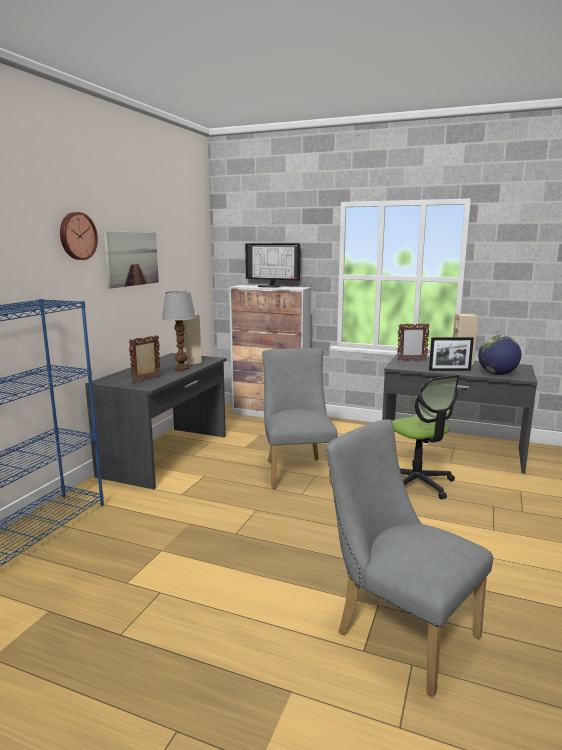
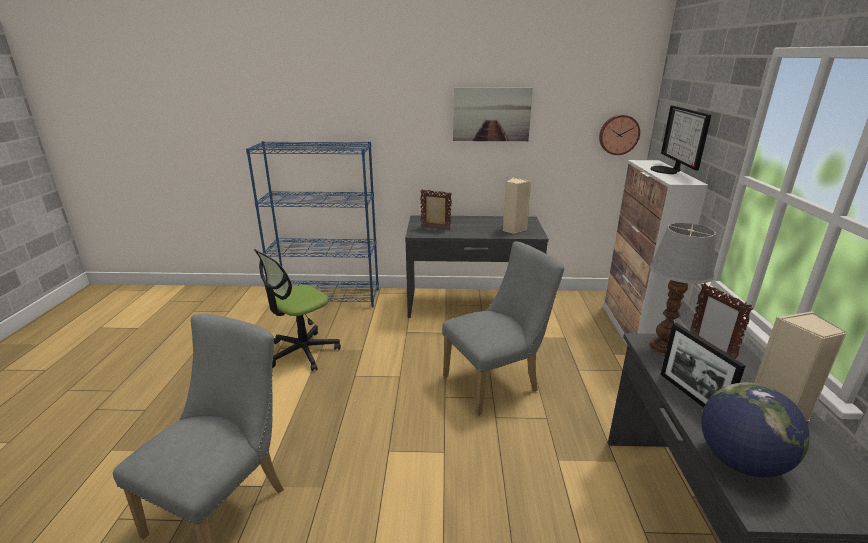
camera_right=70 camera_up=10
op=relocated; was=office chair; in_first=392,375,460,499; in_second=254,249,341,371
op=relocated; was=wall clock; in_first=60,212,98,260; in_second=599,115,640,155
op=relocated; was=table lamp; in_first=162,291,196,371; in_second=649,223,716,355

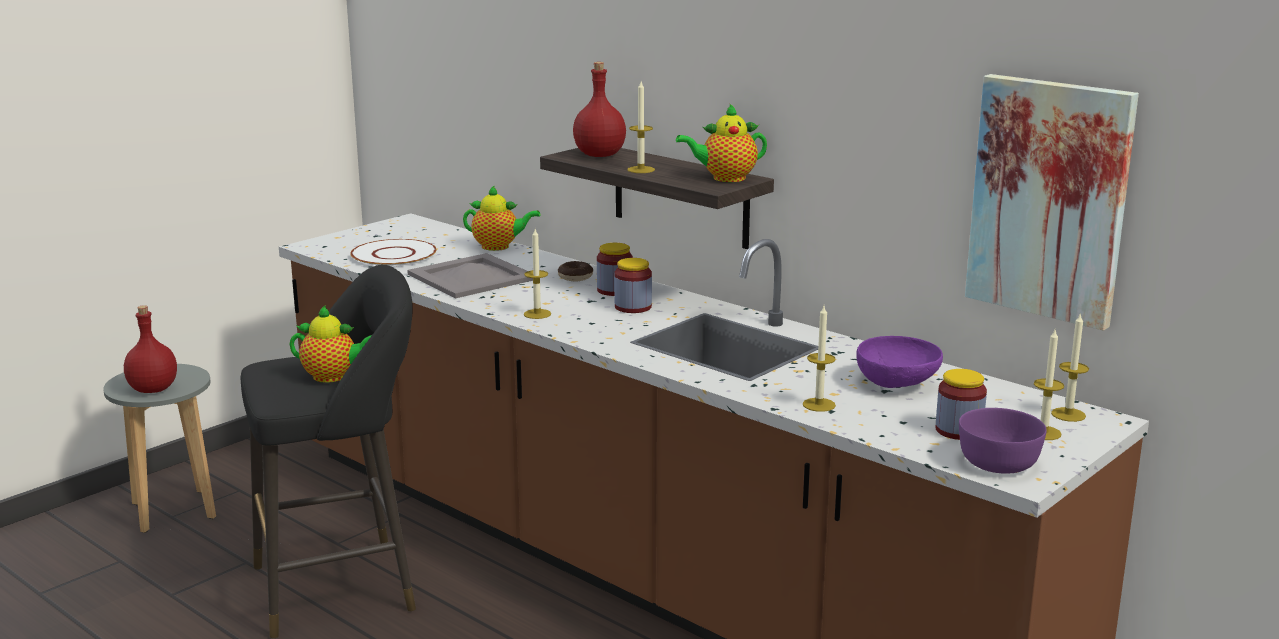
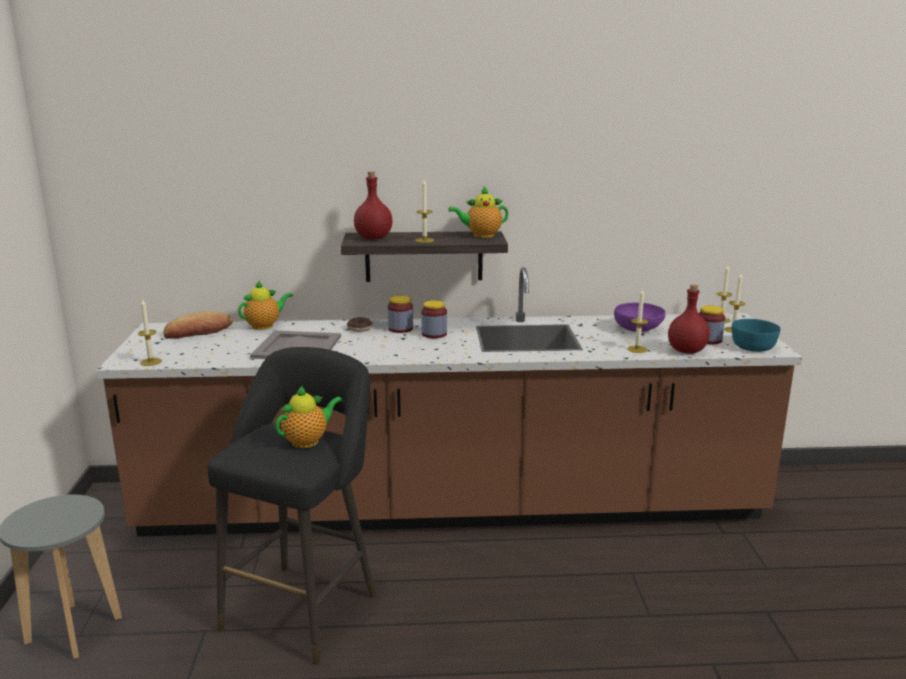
camera_right=-45 camera_up=0
op=relocated; was=candle; in_first=524,229,551,319; in_second=138,298,162,366
op=appeared; now=bread; in_second=163,311,233,339
op=spun; was=teapot; in_first=676,103,767,182; in_second=448,186,508,238; clockwise=45
op=relocated; was=bottle in red; in_first=124,305,177,393; in_second=668,284,710,354
op=colour; was=bowl in purple; now=bowl in turquoise; in_first=959,408,1047,474; in_second=732,319,781,352
op=missing; was=plate in white; in_first=350,239,437,267
op=missing; was=picture; in_first=965,74,1139,331

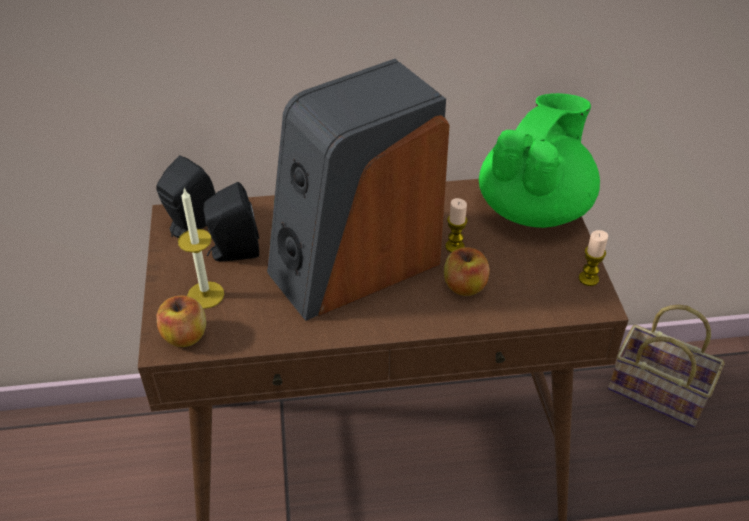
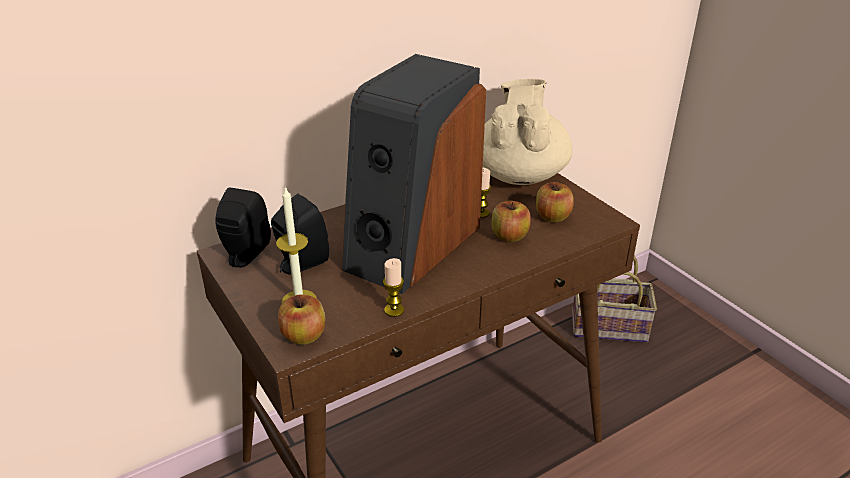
camera_right=-25 camera_up=-10
op=relocated; was=candle; in_first=579,230,608,286; in_second=383,258,404,317
op=colour; was=teapot in green; now=teapot in beige; in_first=479,93,600,228; in_second=483,79,572,185
op=appeared; now=apple; in_second=536,182,574,222

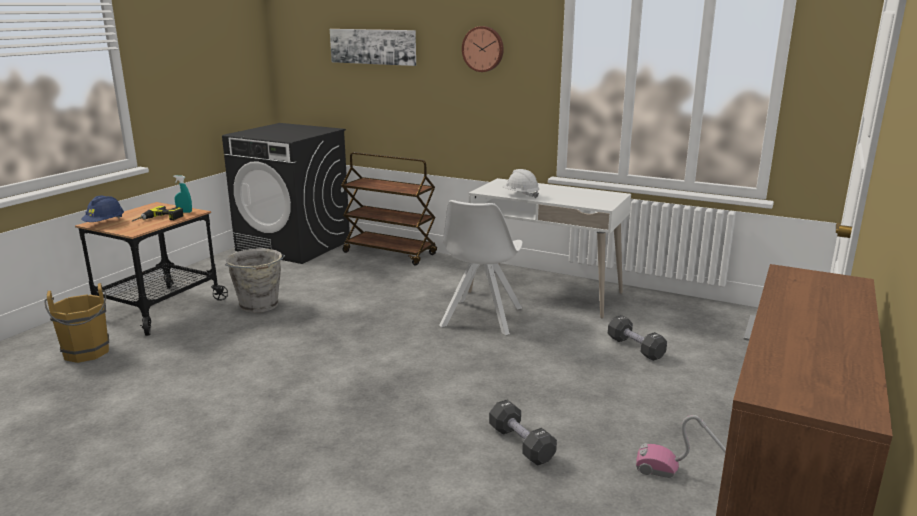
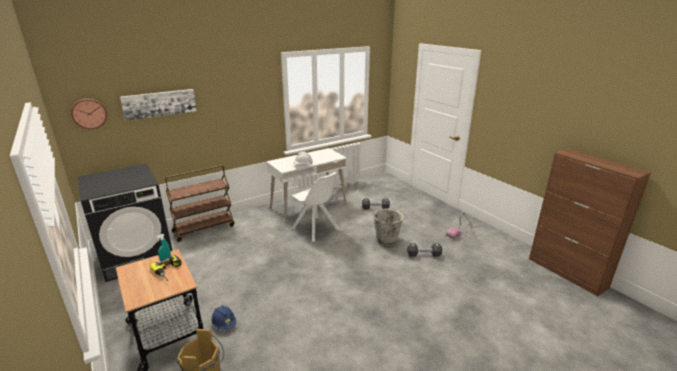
camera_right=-60 camera_up=5
op=relocated; was=wall clock; in_first=462,26,504,72; in_second=71,99,107,129
op=relocated; was=hard hat in blue; in_first=81,196,124,222; in_second=212,306,236,330
op=relocated; was=bucket in grey; in_first=225,249,285,313; in_second=373,208,407,246

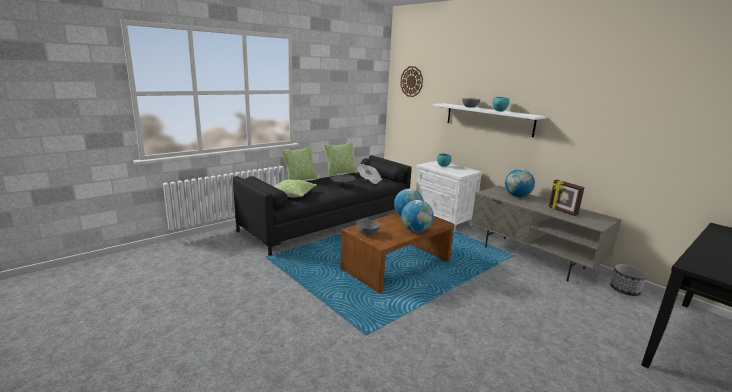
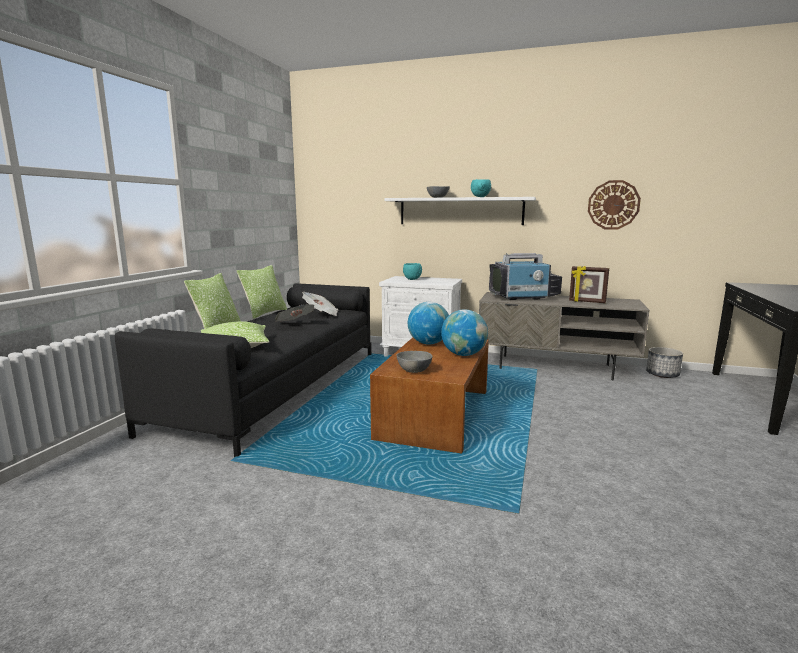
camera_right=-30 camera_up=-5
op=exchanged; was=globe; now=television; in_first=505,169,535,197; in_second=489,253,562,300
op=relocated; was=wall clock; in_first=400,66,423,97; in_second=588,180,641,230

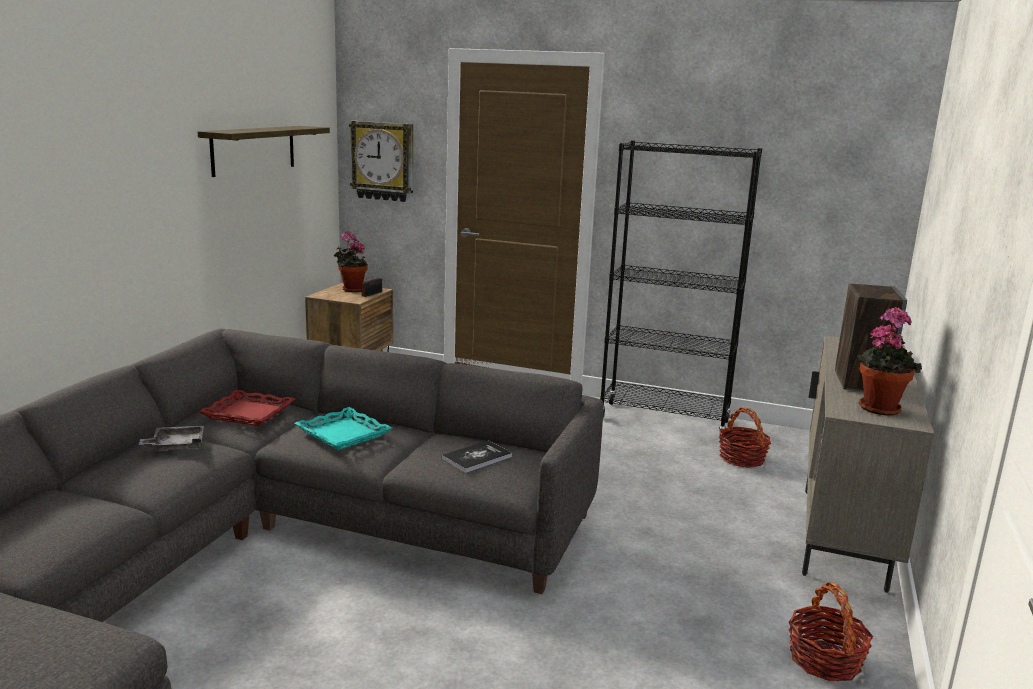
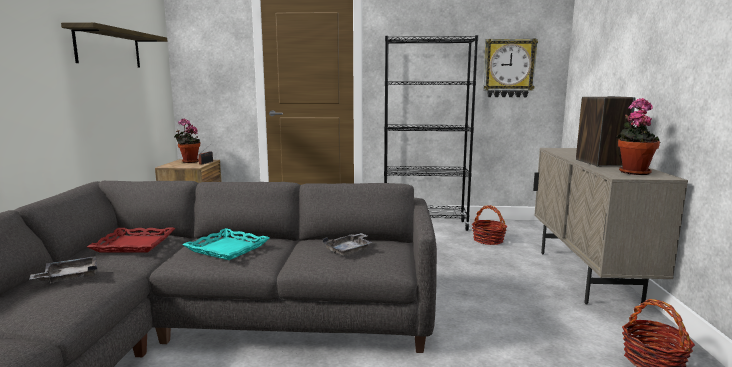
camera_right=-15 camera_up=-5
op=exchanged; was=book; now=tray in grey; in_first=442,441,512,473; in_second=323,233,373,255
op=relocated; was=wall clock; in_first=349,121,413,202; in_second=483,38,538,97

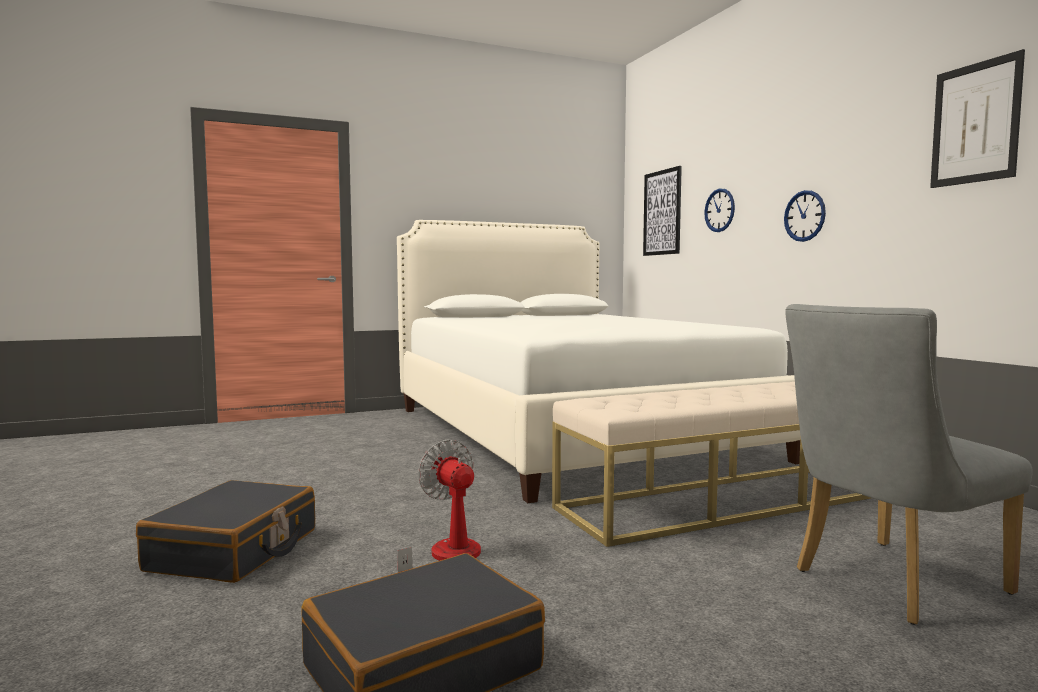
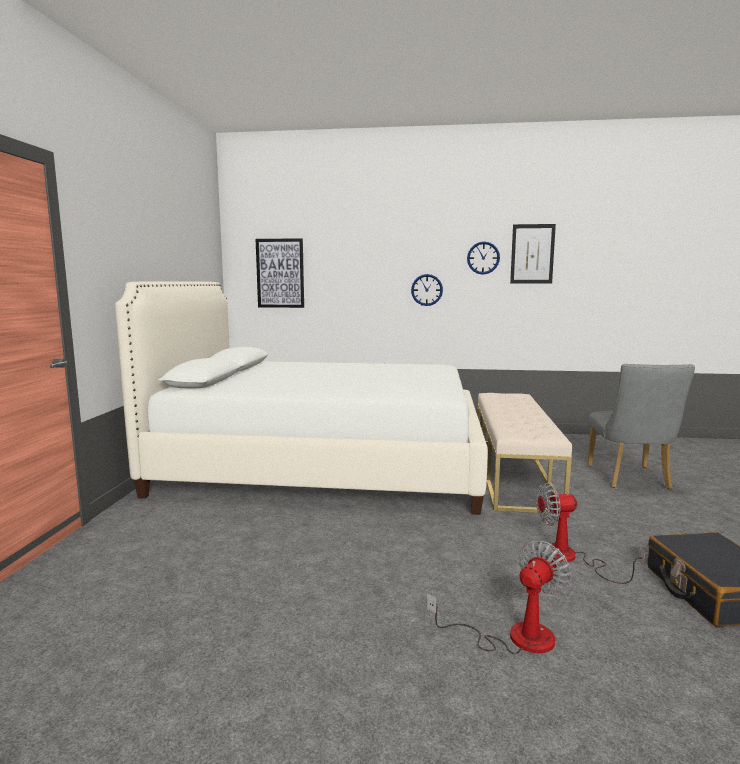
camera_right=-60 camera_up=5
op=exchanged; was=suitcase in black; now=fan; in_first=136,480,315,583; in_second=427,541,572,654
op=relocated; was=wall clock; in_first=704,189,735,232; in_second=467,241,500,275

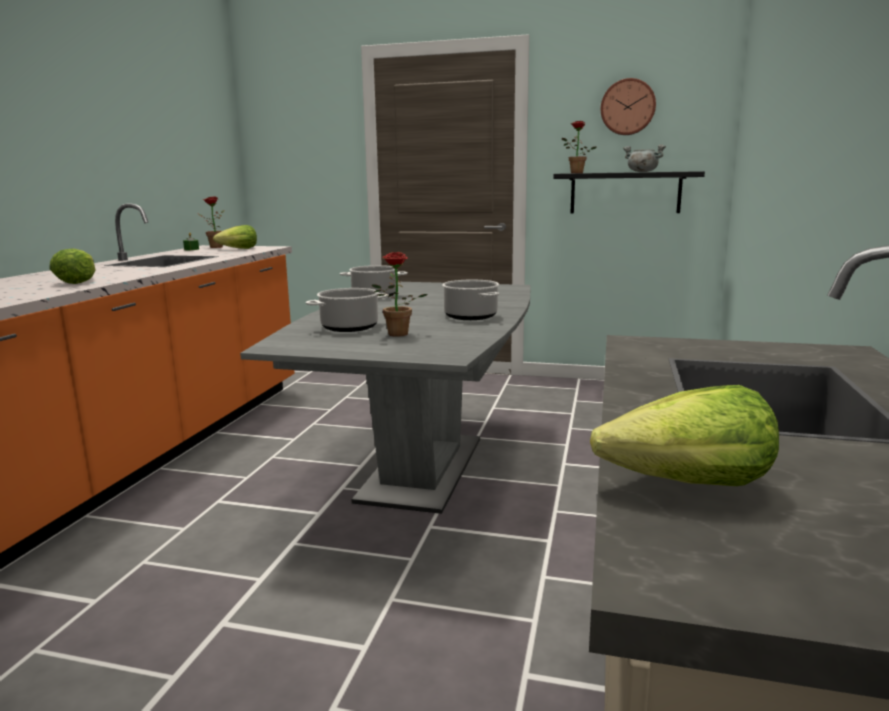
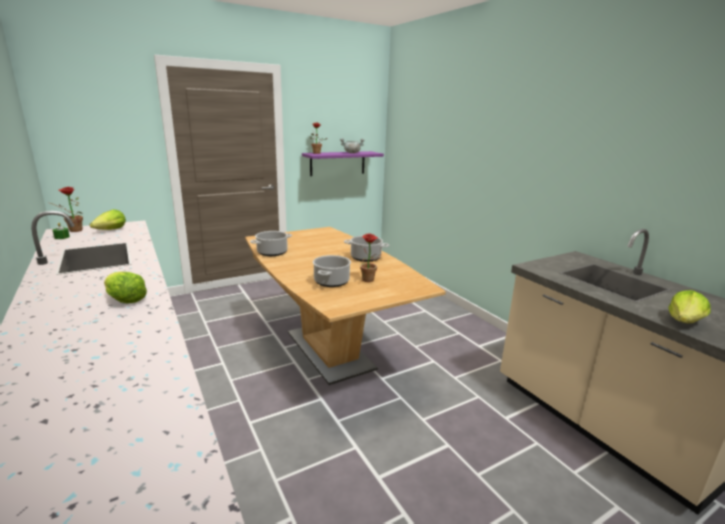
camera_right=-45 camera_up=5
op=colour; was=dining table in grey; now=dining table in brown; in_first=240,282,531,514; in_second=245,227,446,385
op=colour; was=shelf in black; now=shelf in purple; in_first=553,171,705,213; in_second=302,151,384,176
op=missing; was=wall clock; in_first=601,78,656,135

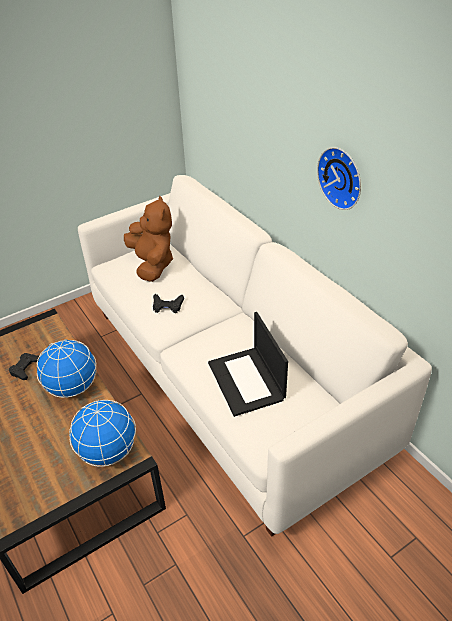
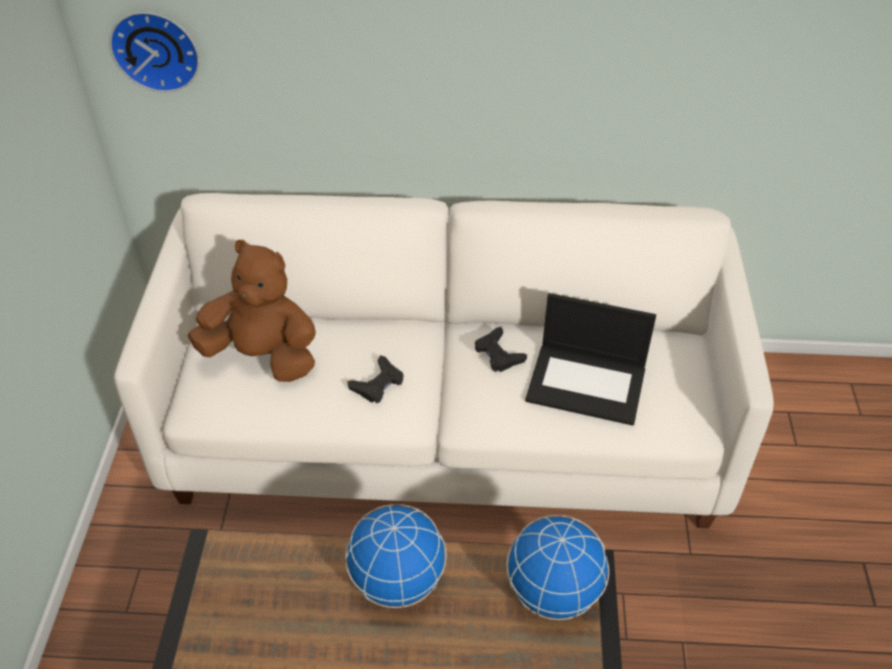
camera_right=-55 camera_up=5
op=relocated; was=wall clock; in_first=317,147,361,210; in_second=109,12,199,92
op=relocated; was=game controller in black; in_first=9,353,39,380; in_second=475,327,527,372

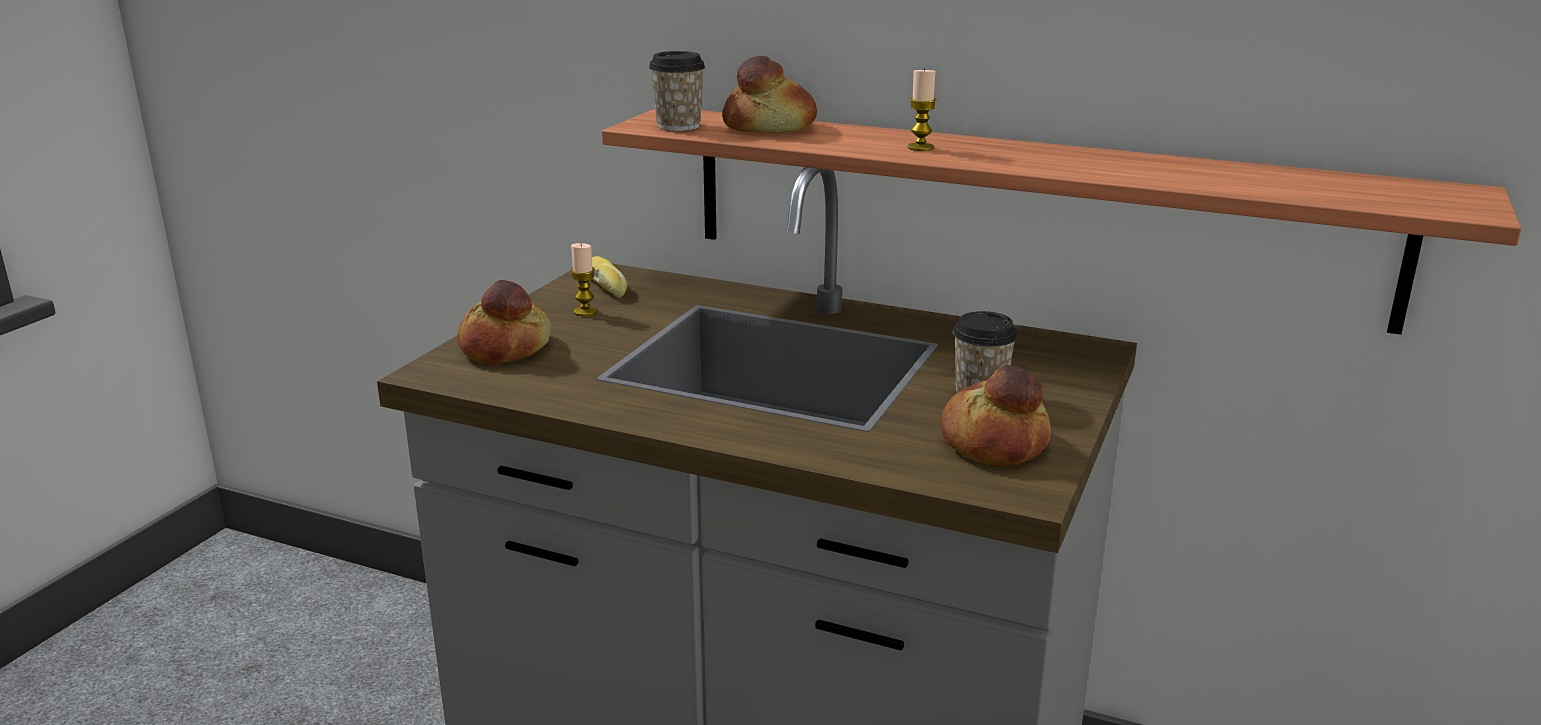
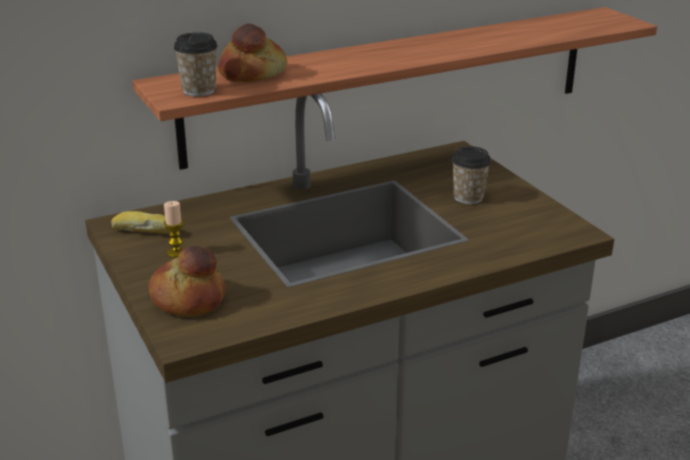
camera_right=-50 camera_up=5
op=missing; was=candle; in_first=908,68,937,151
op=missing; was=bread; in_first=940,365,1051,466

